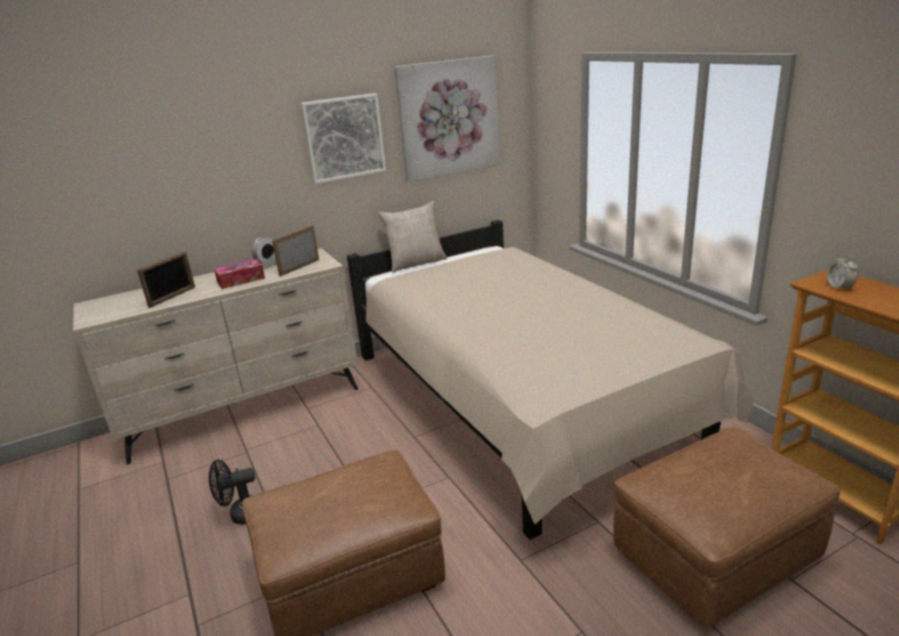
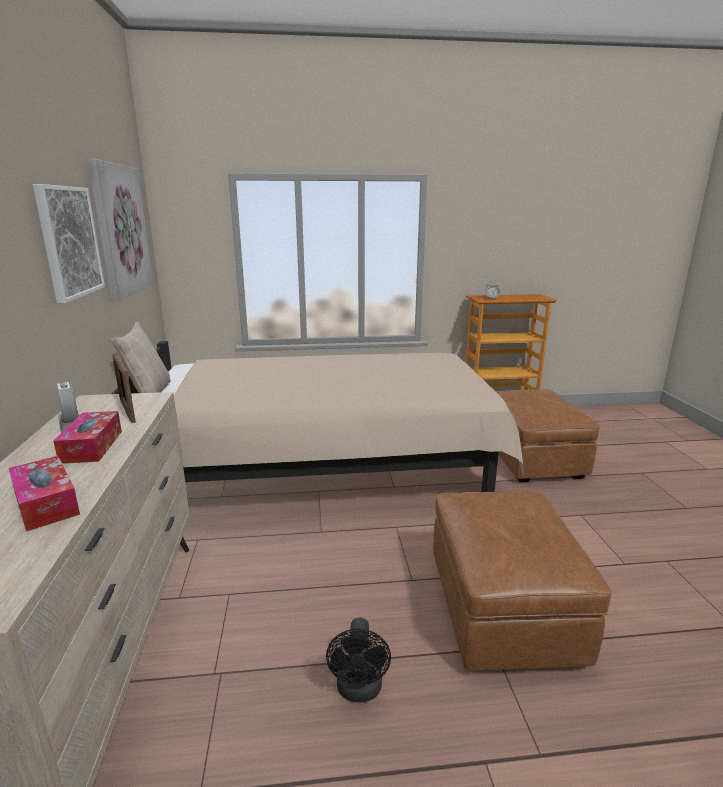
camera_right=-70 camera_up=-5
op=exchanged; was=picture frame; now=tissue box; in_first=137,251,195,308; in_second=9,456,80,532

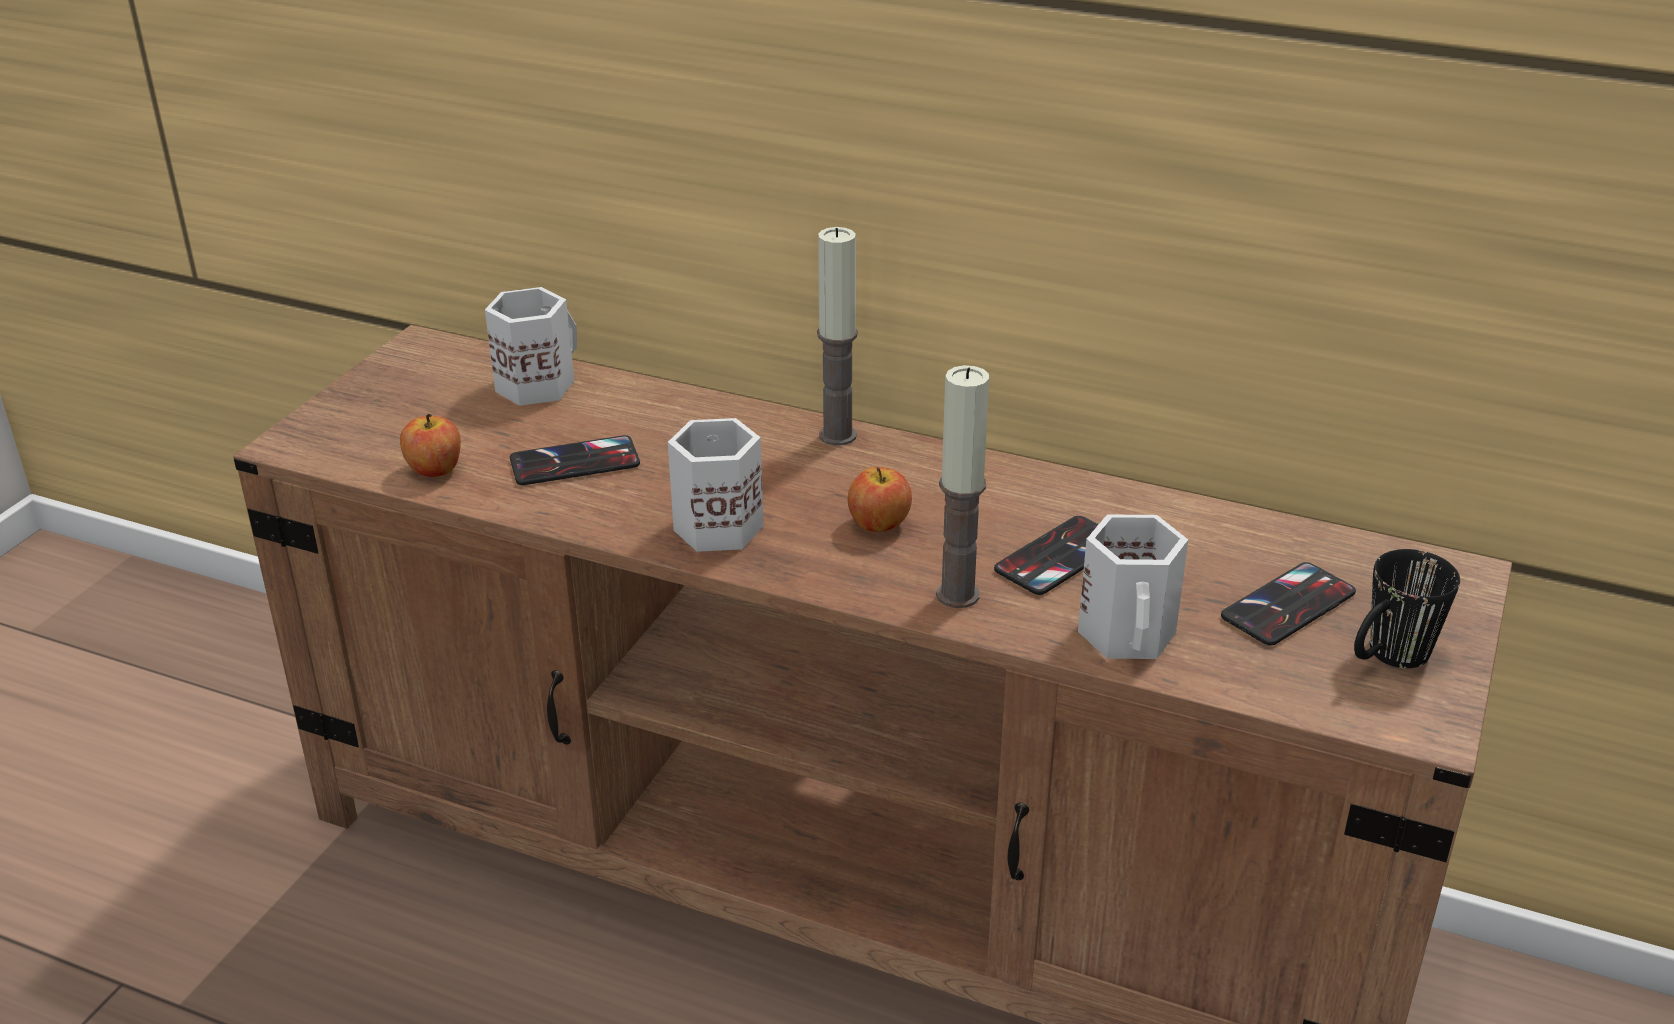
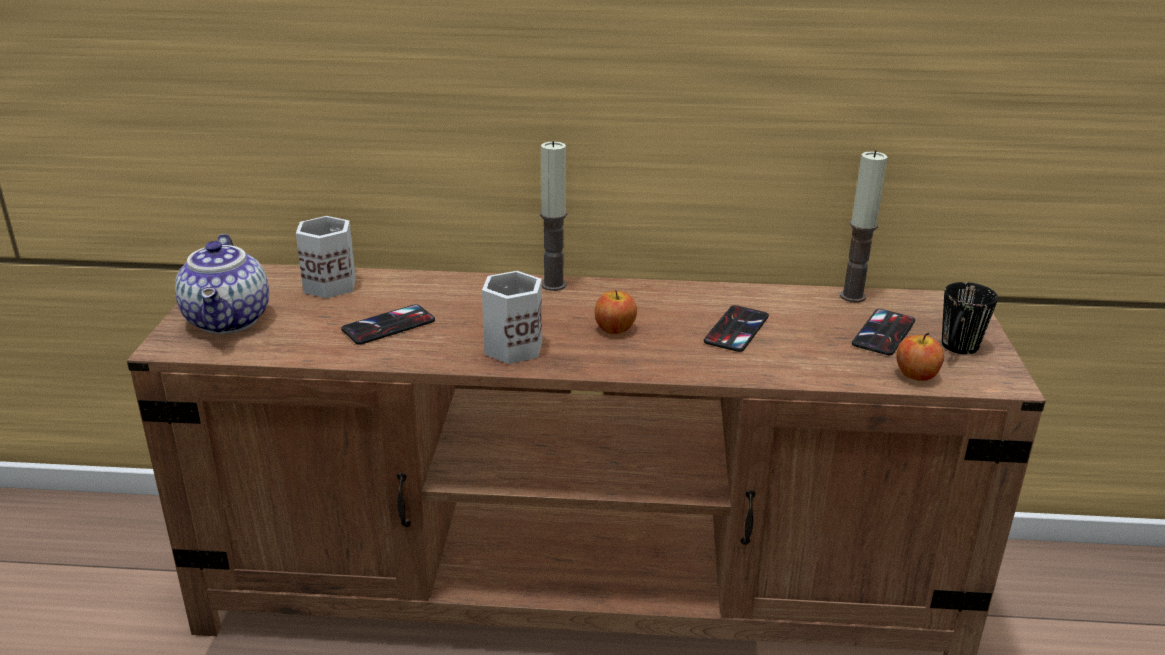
camera_right=-20 camera_up=-5
op=appeared; now=teapot; in_second=175,234,269,334
op=relocated; was=candle; in_first=936,365,989,608; in_second=840,150,888,302
op=relocated; was=apple; in_first=400,414,461,477; in_second=896,333,944,381
op=missing; was=mug in white; in_first=1078,514,1188,659

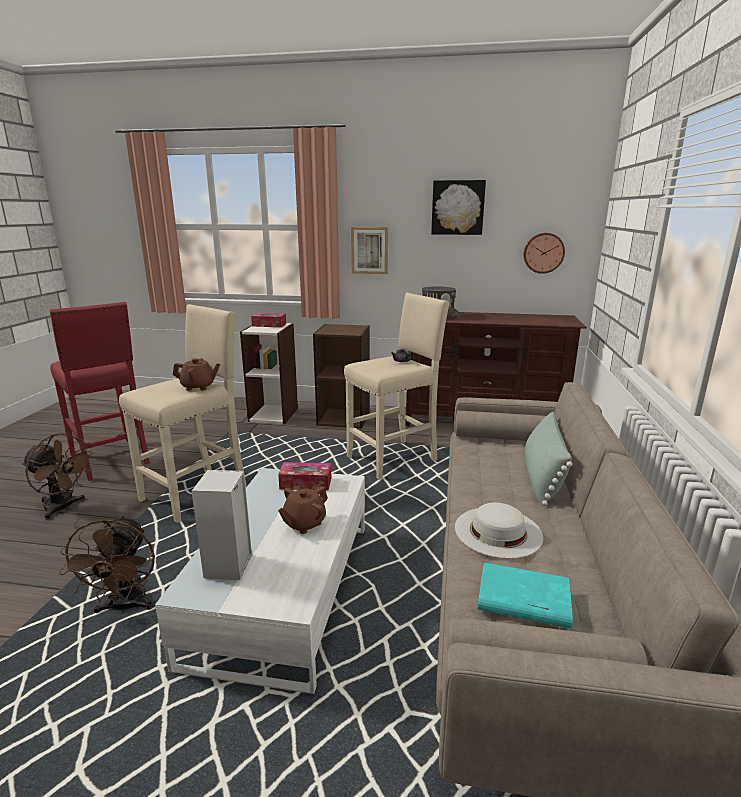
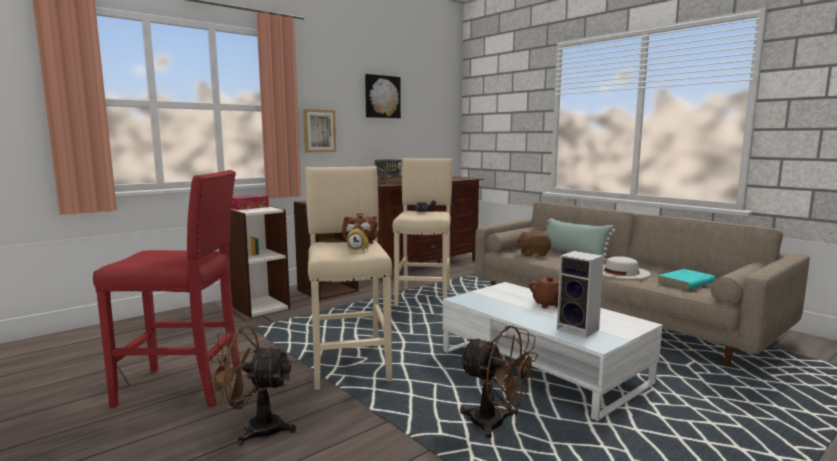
camera_right=-50 camera_up=-10
op=spun; was=fan in brown; in_first=22,433,93,520; in_second=206,326,296,446; clockwise=-150
op=appeared; now=alarm clock; in_second=346,215,371,252
op=appeared; now=plush toy in brown; in_second=515,231,551,257
op=missing; was=tissue box; in_first=278,462,332,490
op=missing; was=wall clock; in_first=524,233,565,274

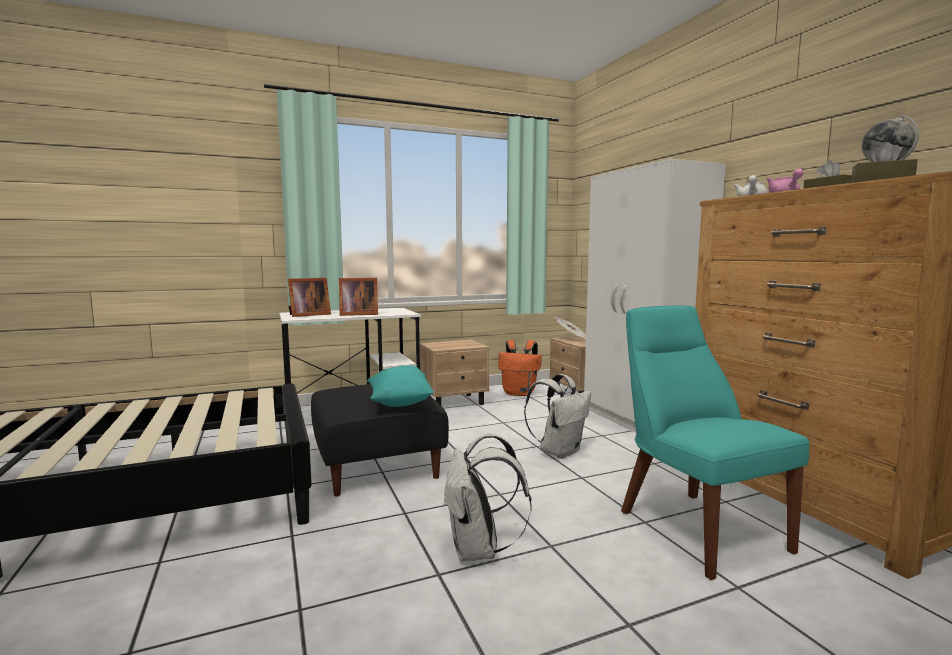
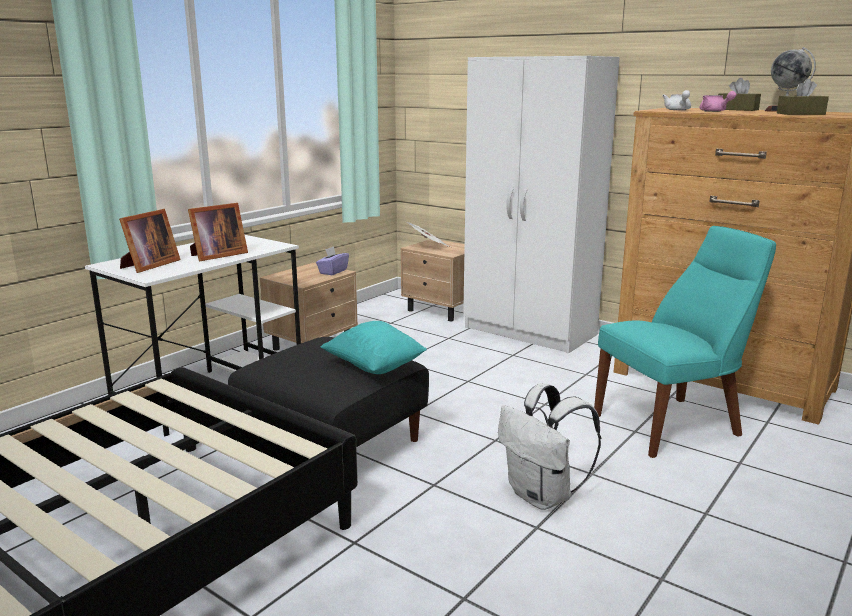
camera_right=-30 camera_up=10
op=appeared; now=tissue box in purple; in_second=316,246,349,275
op=spun; was=chair in turquoise; in_first=621,306,810,580; in_second=594,226,776,458; clockwise=120
op=missing; was=backpack in orange; in_first=498,340,542,396
op=missing; was=backpack in white; in_first=524,374,591,459

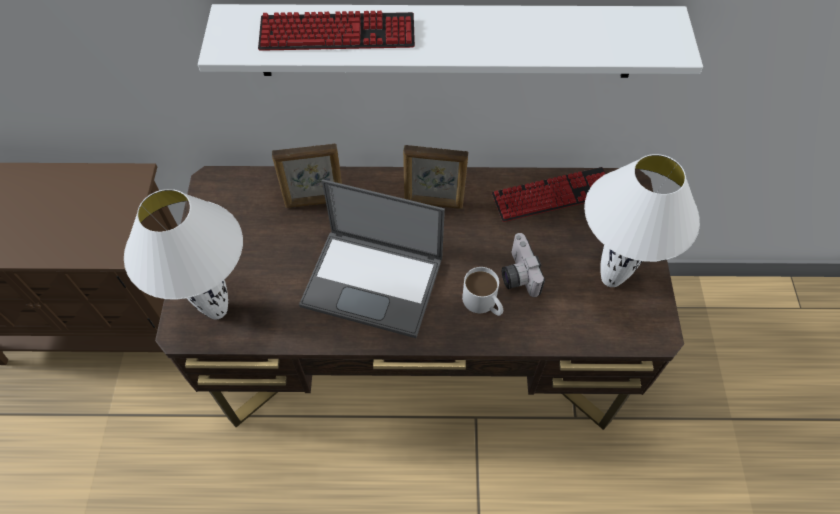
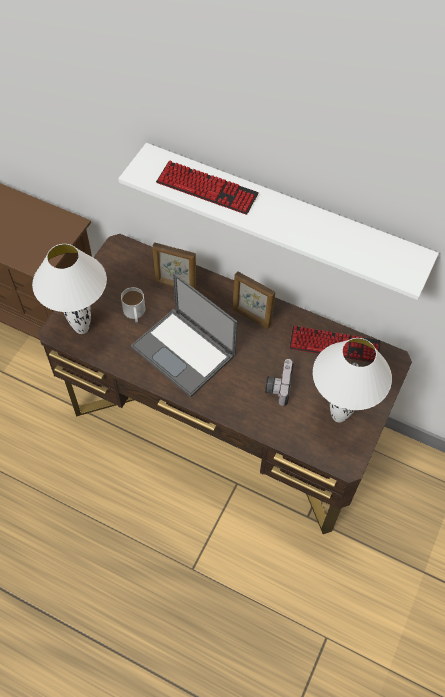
camera_right=25 camera_up=0
op=relocated; was=mug in white; in_first=462,267,503,316; in_second=121,287,146,322

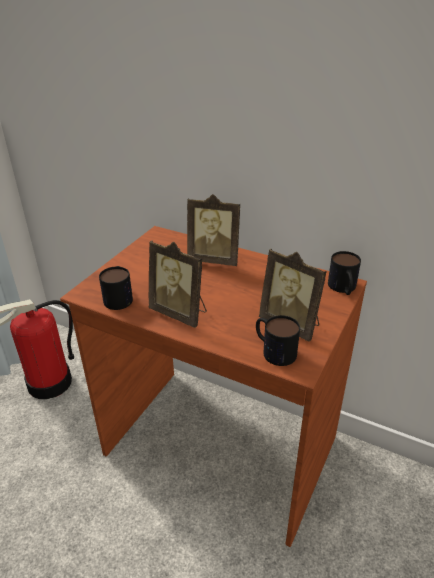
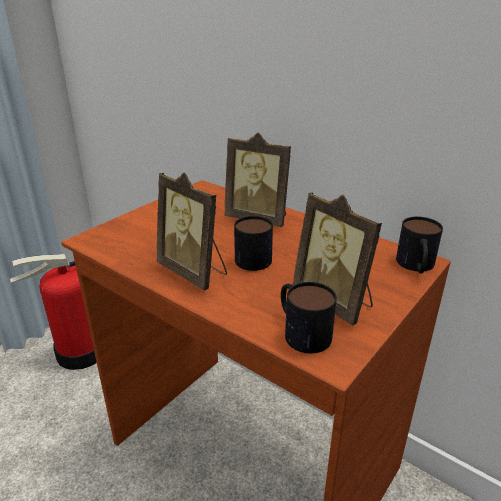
camera_right=10 camera_up=-5
op=relocated; was=mug; in_first=99,266,133,310; in_second=234,216,273,271

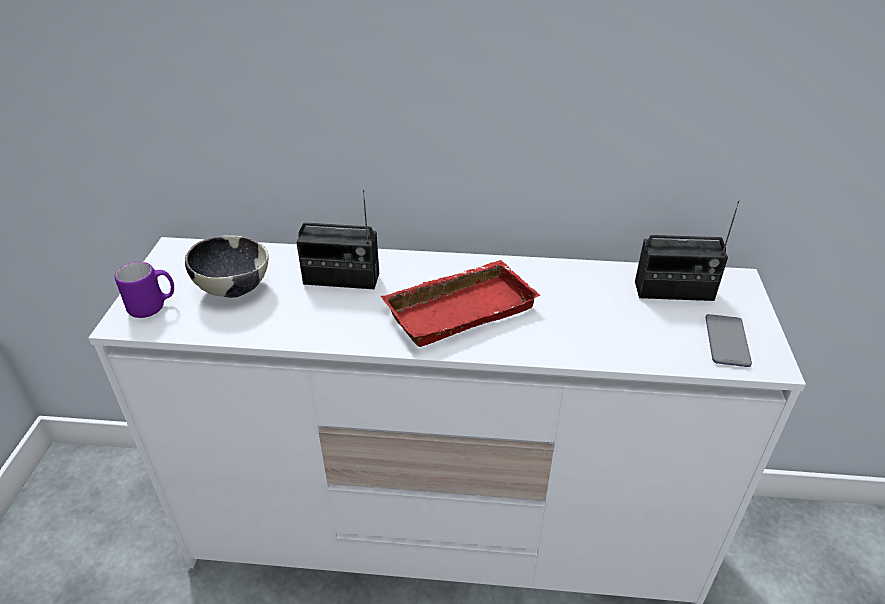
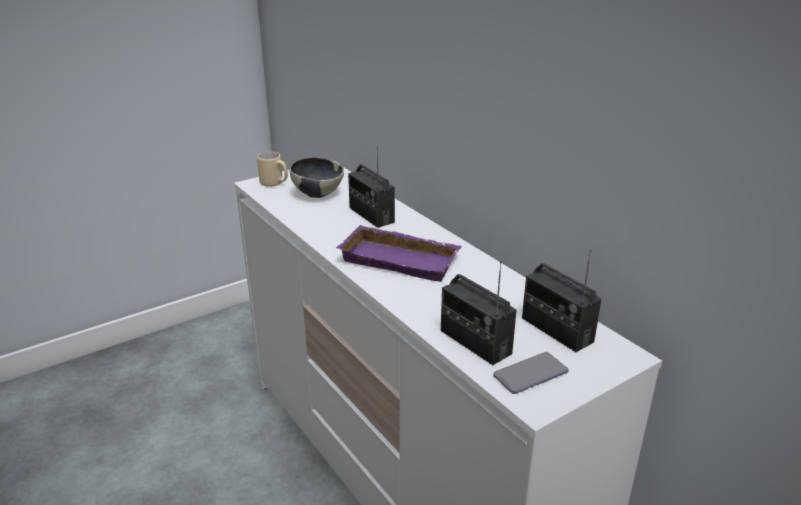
camera_right=50 camera_up=-10
op=colour; was=mug in purple; now=mug in beige; in_first=115,262,174,318; in_second=257,152,288,187
op=colour; was=tray in red; now=tray in purple; in_first=380,260,540,347; in_second=336,225,462,282
op=appeared; now=radio; in_second=441,261,517,365

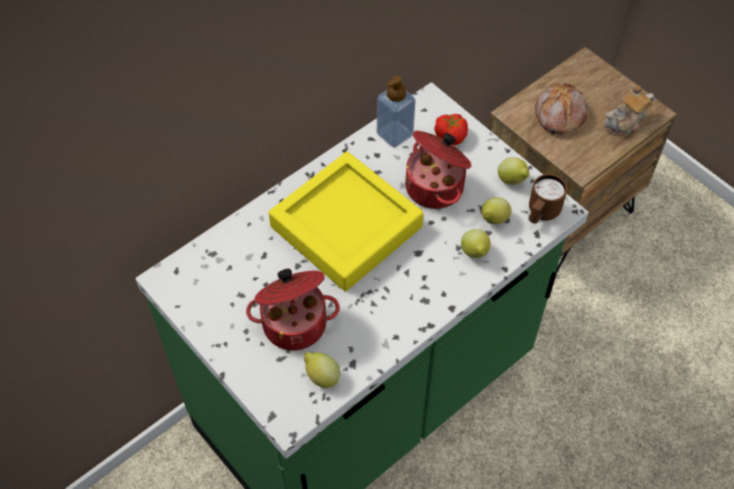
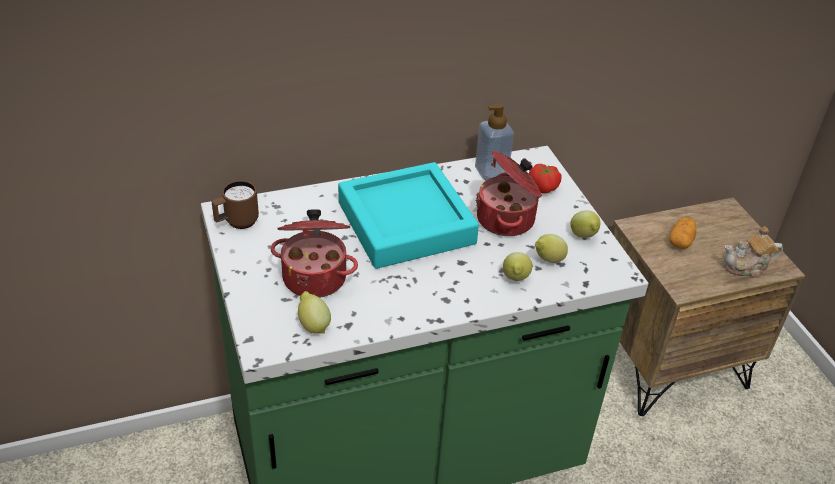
camera_right=20 camera_up=-15
op=relocated; was=mug in brown; in_first=529,174,567,224; in_second=212,180,259,229
op=colour; was=tray in yellow; now=tray in turquoise; in_first=269,152,424,291; in_second=338,162,479,269
op=exchanged; was=bread; now=potato; in_first=535,83,587,134; in_second=669,217,697,249

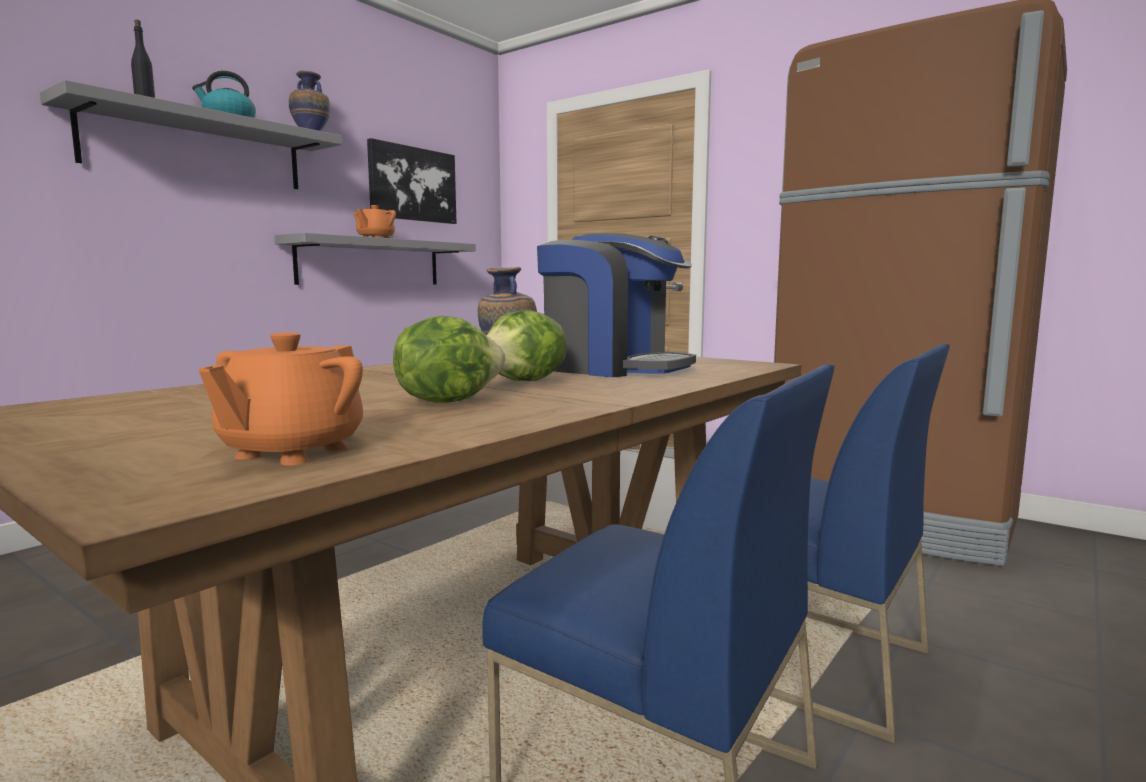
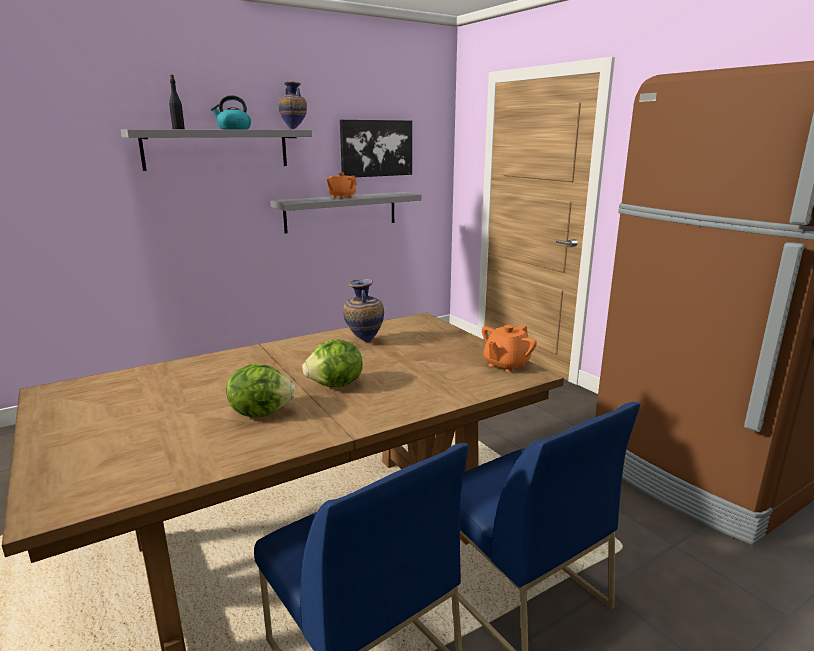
camera_right=20 camera_up=10
op=relocated; was=teapot in orange; in_first=199,333,363,466; in_second=482,325,537,373
op=missing; was=coffee machine; in_first=537,233,696,377

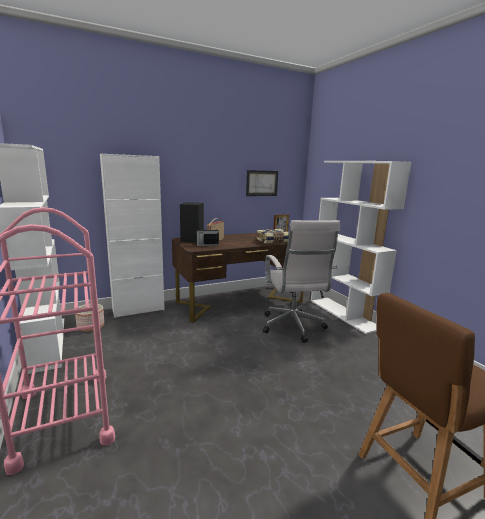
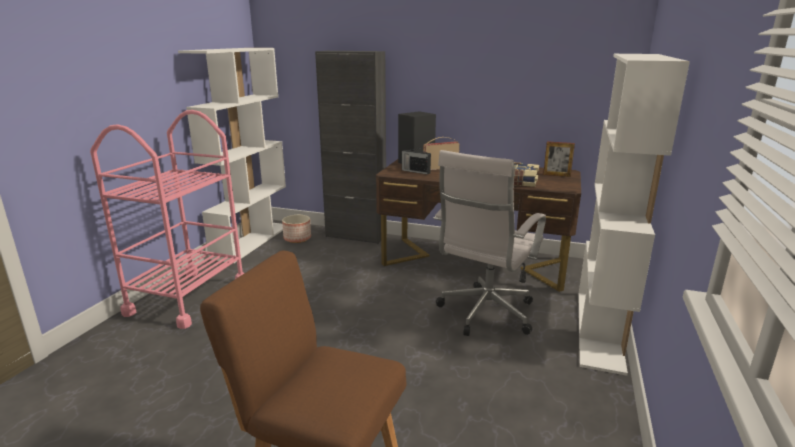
camera_right=45 camera_up=5
op=colour; was=cabinet in white; now=cabinet in black; in_first=100,154,165,318; in_second=315,51,387,244
op=missing; was=picture; in_first=246,170,278,196

